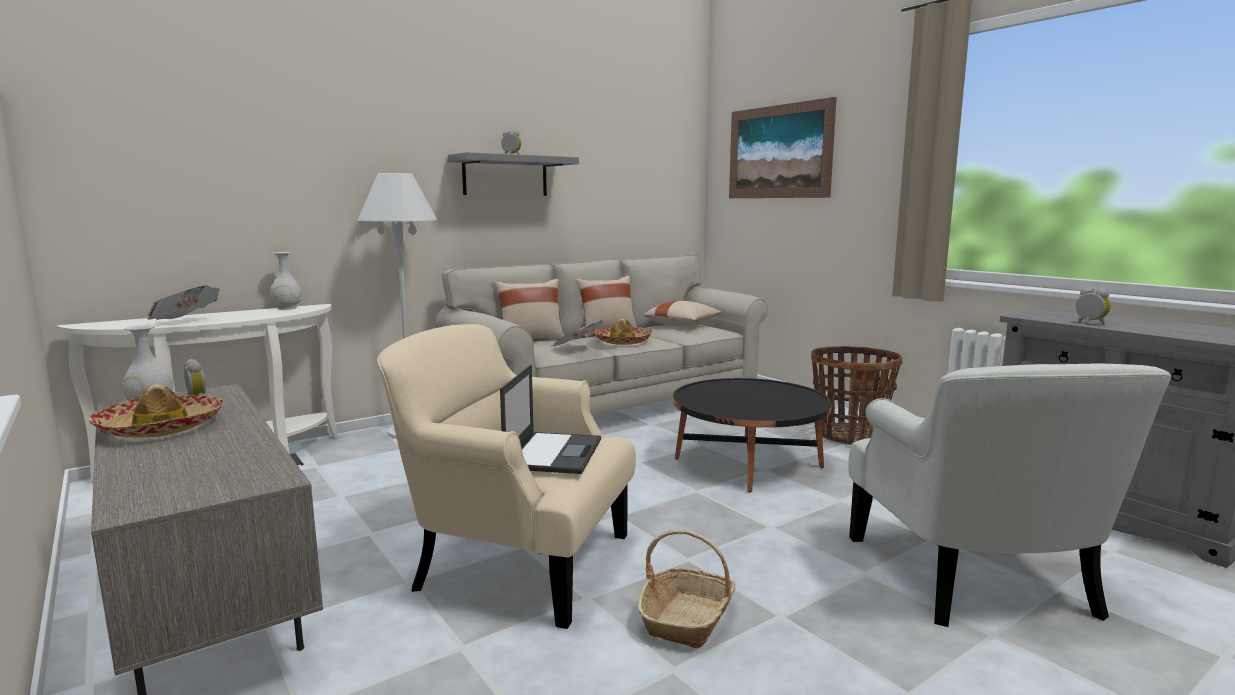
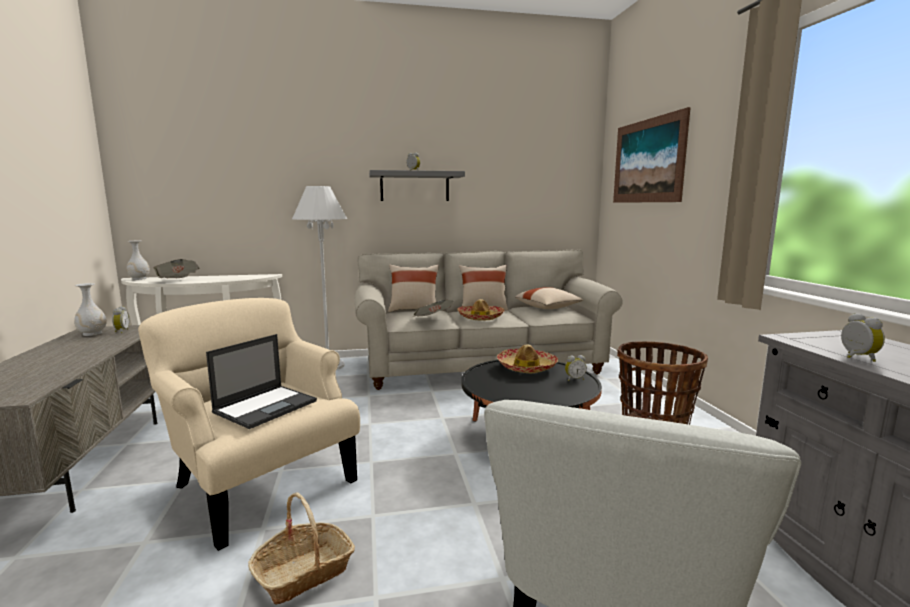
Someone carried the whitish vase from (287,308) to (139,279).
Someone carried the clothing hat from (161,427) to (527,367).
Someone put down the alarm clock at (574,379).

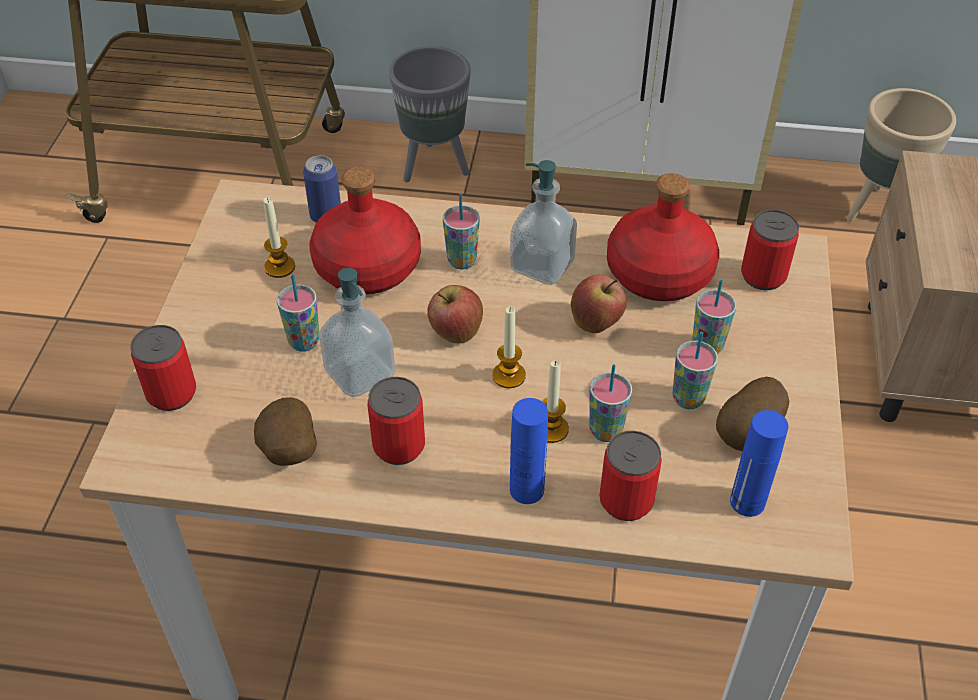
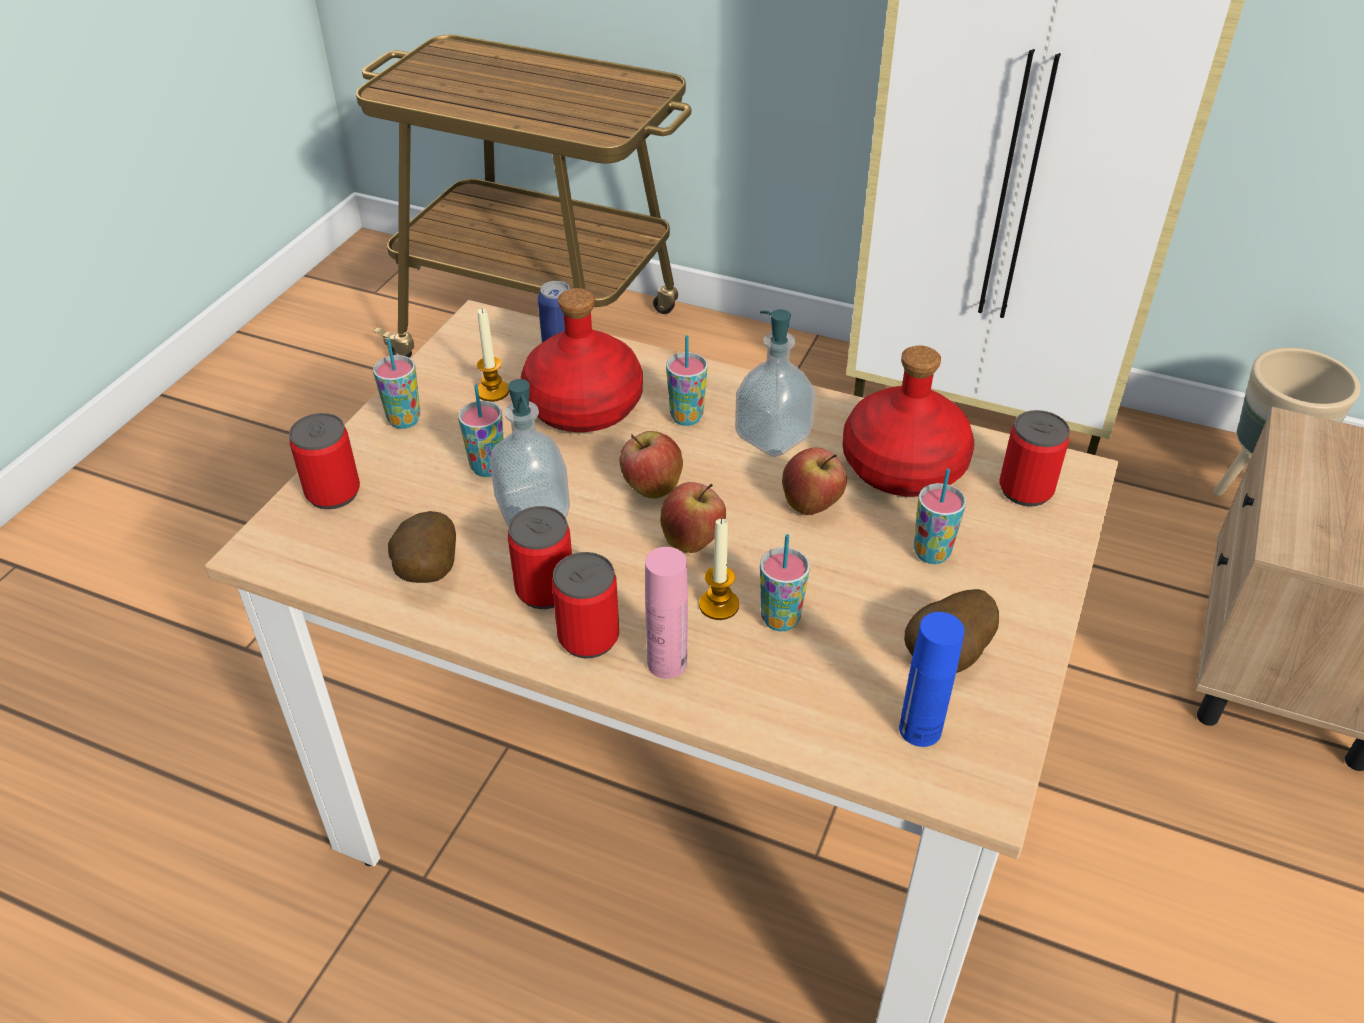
Someone carried the drinking cup from (688,399) to (404,420).
Someone carried the can from (626,501) to (588,637).
Someone repainted the bluish beverage bottle at (526,490), which became the pink beverage bottle at (667,663).
Someone swapped the candle at (509,376) for the whole apple at (693,541).
Someone took away the grey planter at (433,166).

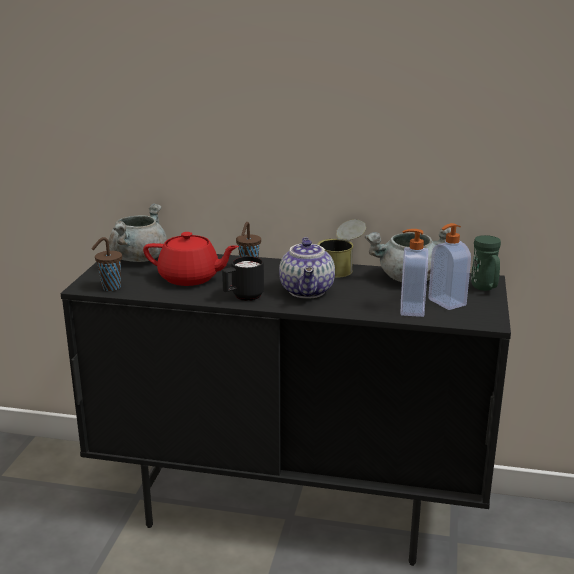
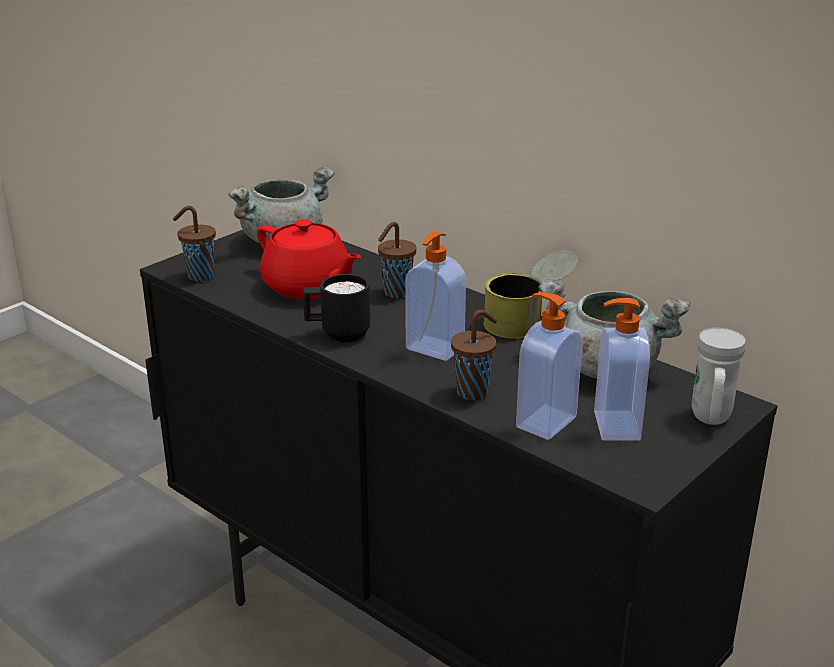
Someone swapped the tea pot at (308,291) for the liquid soap bottle at (434,349).
Someone put down the brownish drinking cup at (474,392).
Someone repainted the greenish tea mug at (485,288), which became the whitish tea mug at (710,420).

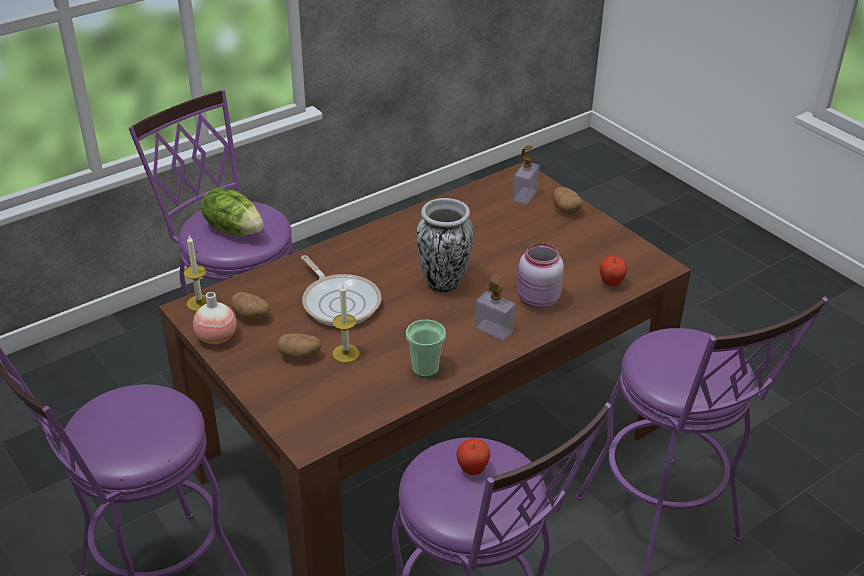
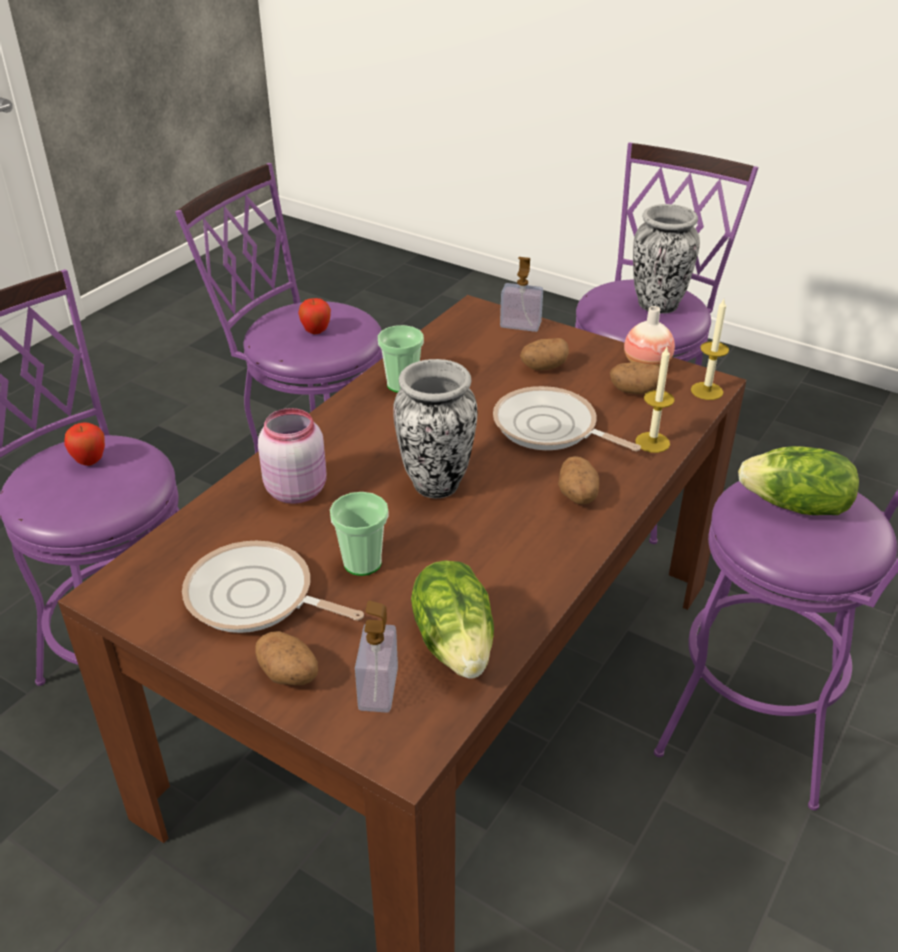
Someone carried the whole apple from (611,284) to (90,461).
Someone put down the pan at (256,598).
Someone put down the drinking cup at (362,563).
Someone put down the lettuce head at (456,642).
Someone carried the liquid soap bottle from (493,330) to (520,325).
Someone put down the potato at (577,496).
Someone put down the vase at (657,305).
Someone carried the candle from (346,353) to (652,442).

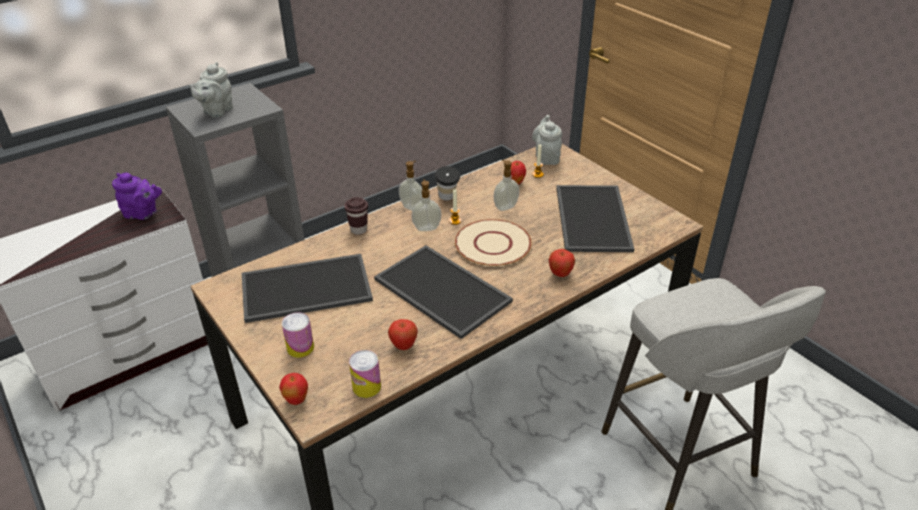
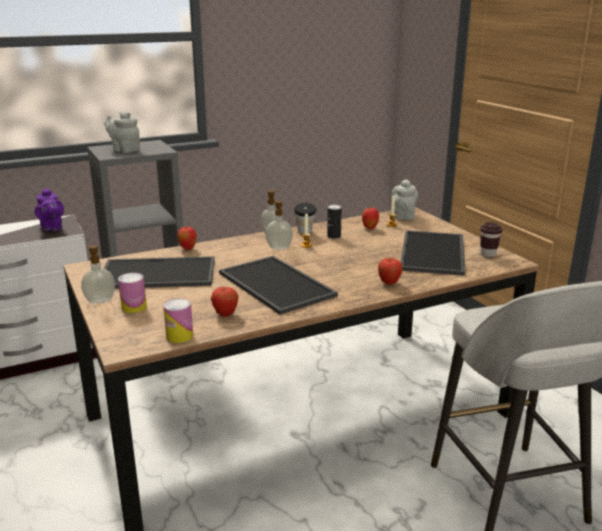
Someone rotated the purple-coloured tea pot at (143,214) by 45 degrees clockwise.
Someone carried the liquid soap bottle from (505,207) to (100,300).
Someone rotated the grey tea pot at (216,111) by 90 degrees clockwise.
Someone carried the whole apple from (296,400) to (188,249).
Someone put down the can at (334,236).
Someone carried the brownish drinking cup from (358,230) to (488,254).
Someone took away the beige-coloured plate at (492,244).

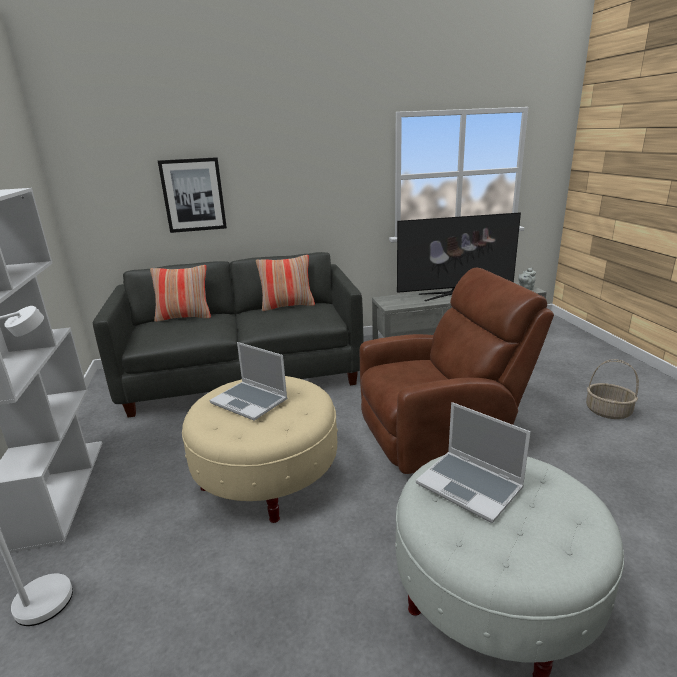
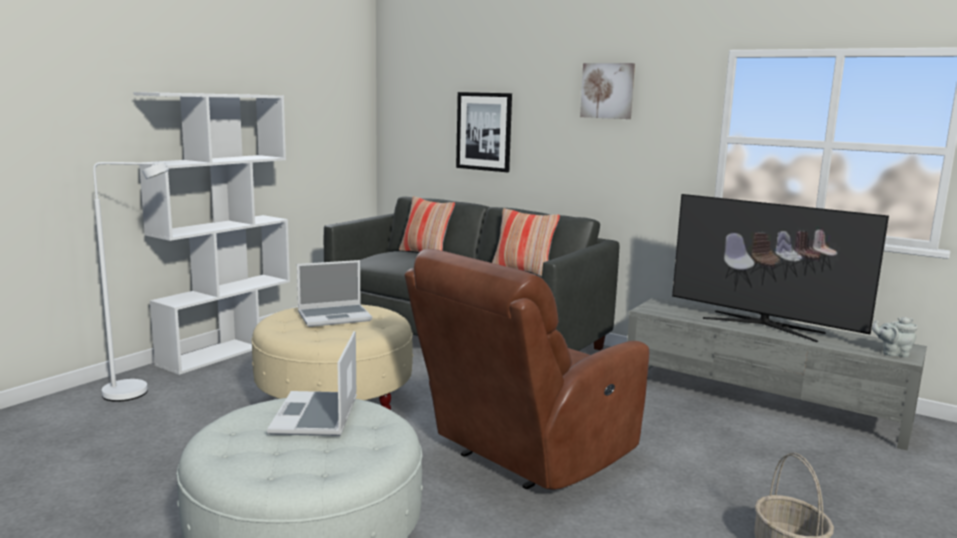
Someone rotated the notebook computer at (250,401) by 105 degrees counterclockwise.
Someone rotated the brownish easy chair at (440,434) by 105 degrees clockwise.
Someone put up the picture at (607,91).

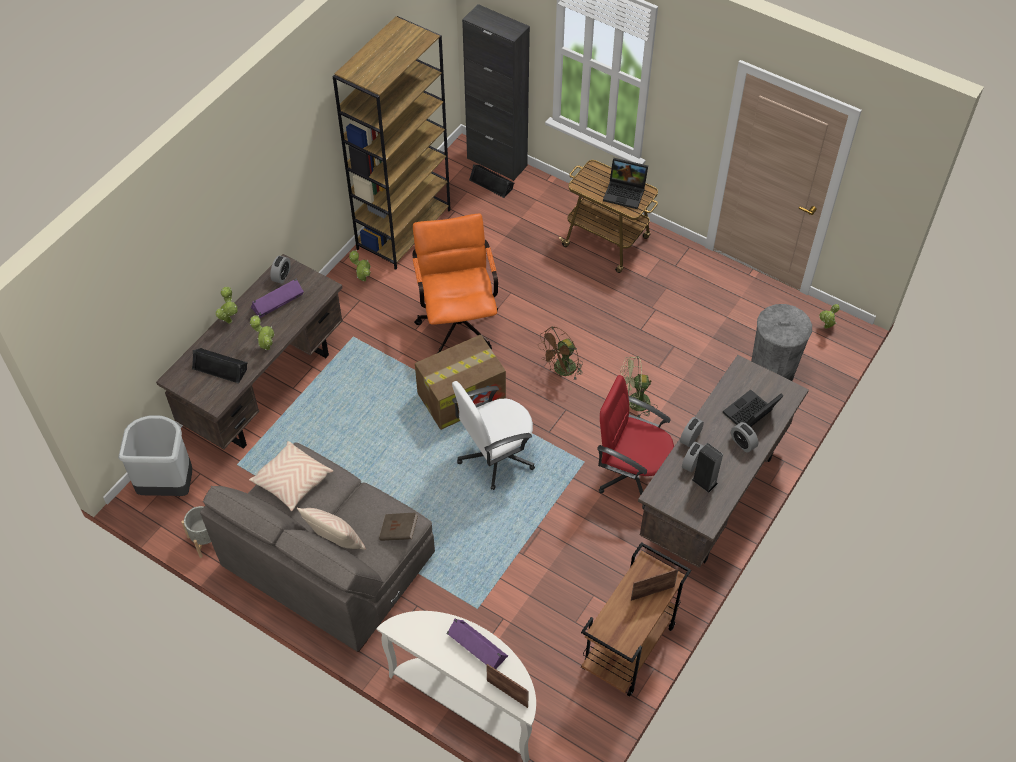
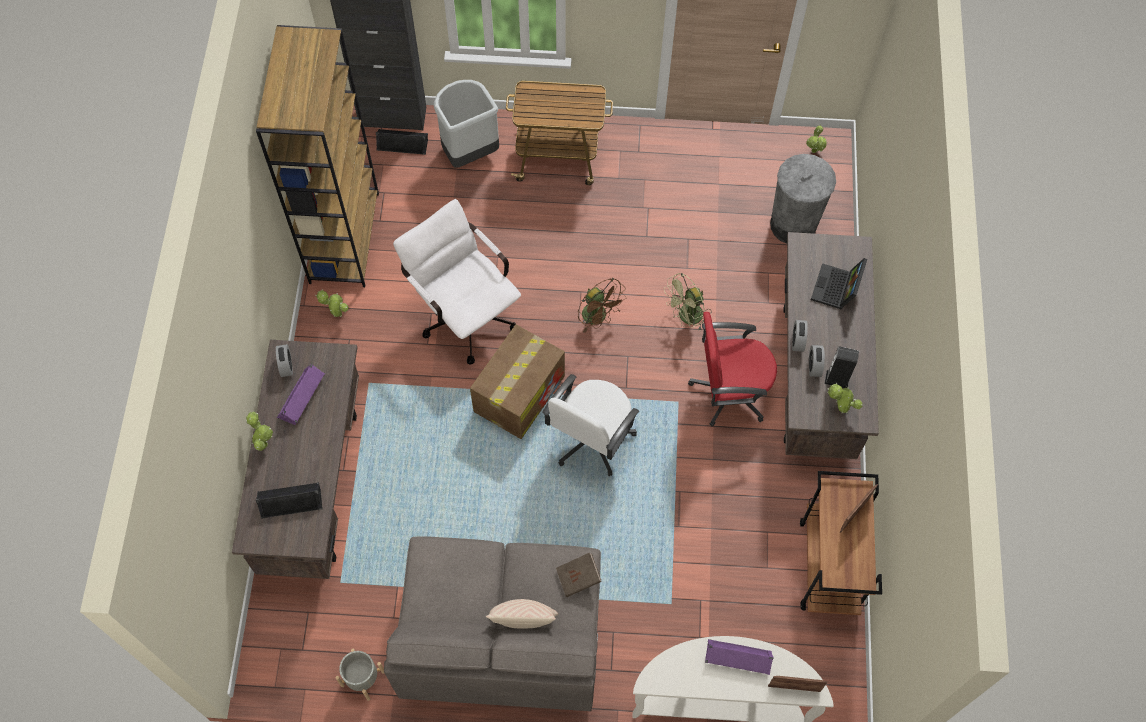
Someone repainted the orange office chair at (457,321), which became the whitish office chair at (464,313).
Someone carried the grey waste bin from (169,485) to (469,152).
Someone rotated the brownish cooling fan at (561,371) by 60 degrees counterclockwise.
Someone carried the houseplant from (266,347) to (840,408).
Someone took away the beige-coloured pillow at (292,481).
Someone took away the notebook computer at (625,193).
Someone took away the alarm clock at (742,443).

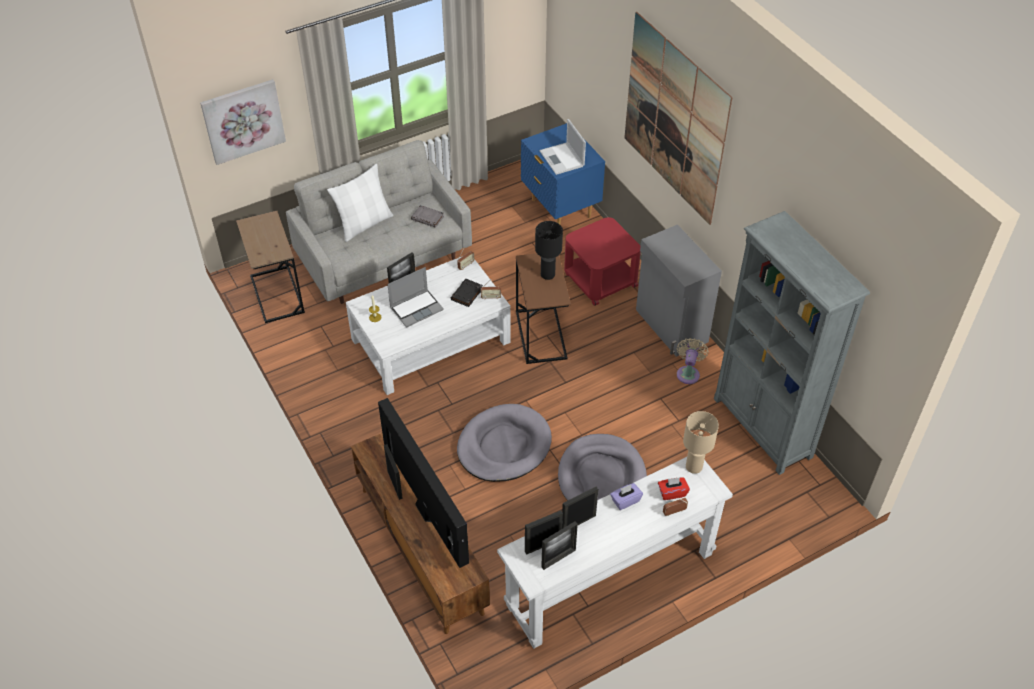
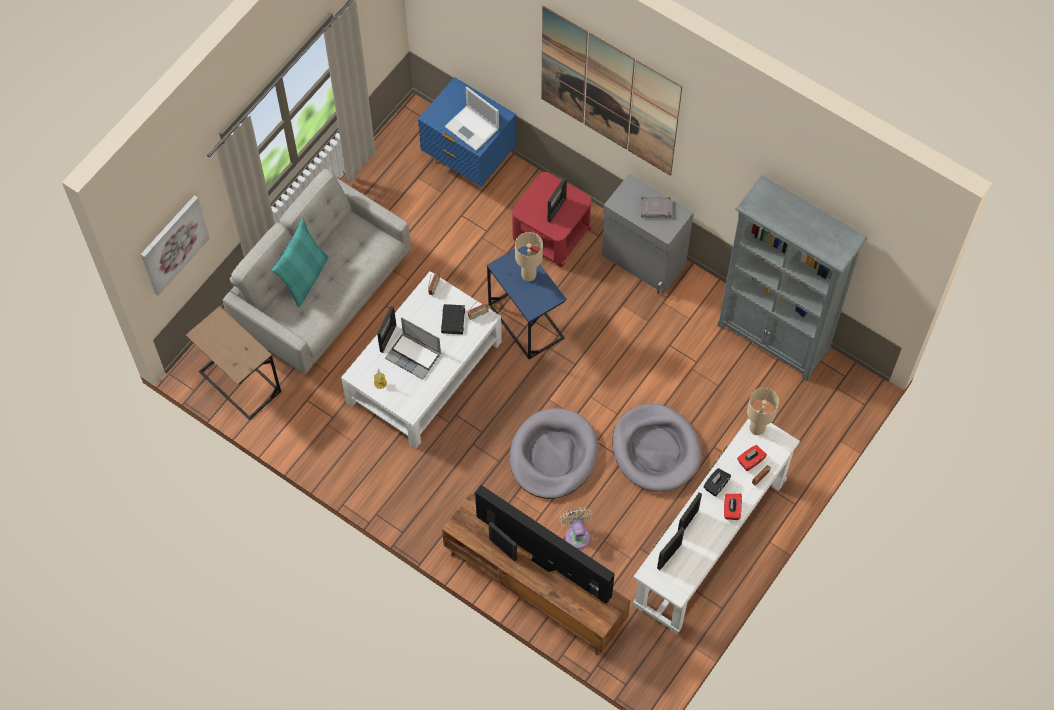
Someone repainted the whitish pillow at (364,224), which became the turquoise pillow at (304,278).
Someone rotated the notebook computer at (416,308) by 90 degrees clockwise.
Someone repainted the brownish end table at (540,335), which became the bluish end table at (525,321).
Someone repainted the blackish tabletop lamp at (547,274), which became the beige-coloured tabletop lamp at (528,274).
Someone carried the picture frame from (558,558) to (556,210).
Someone carried the beige-coloured cooling fan from (688,373) to (577,534).
Someone carried the grey bound book from (428,218) to (656,208).
Someone repainted the purple-coloured tissue holder at (625,501), which became the blackish tissue holder at (716,485).
Someone put down the red-coloured tissue holder at (731,510).

